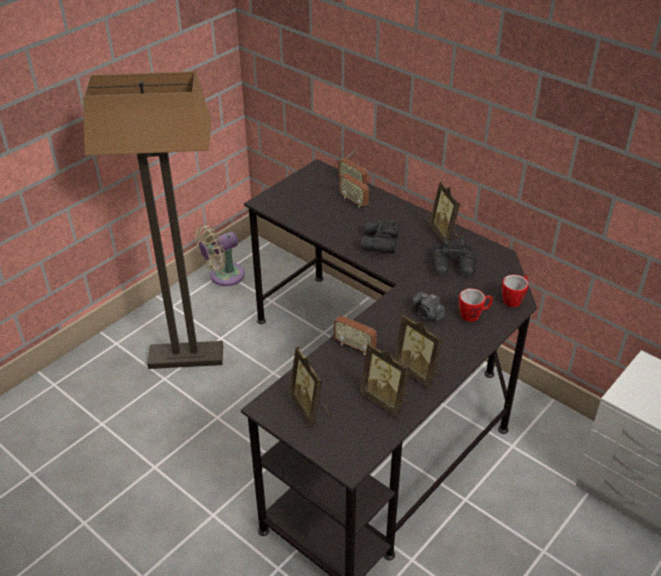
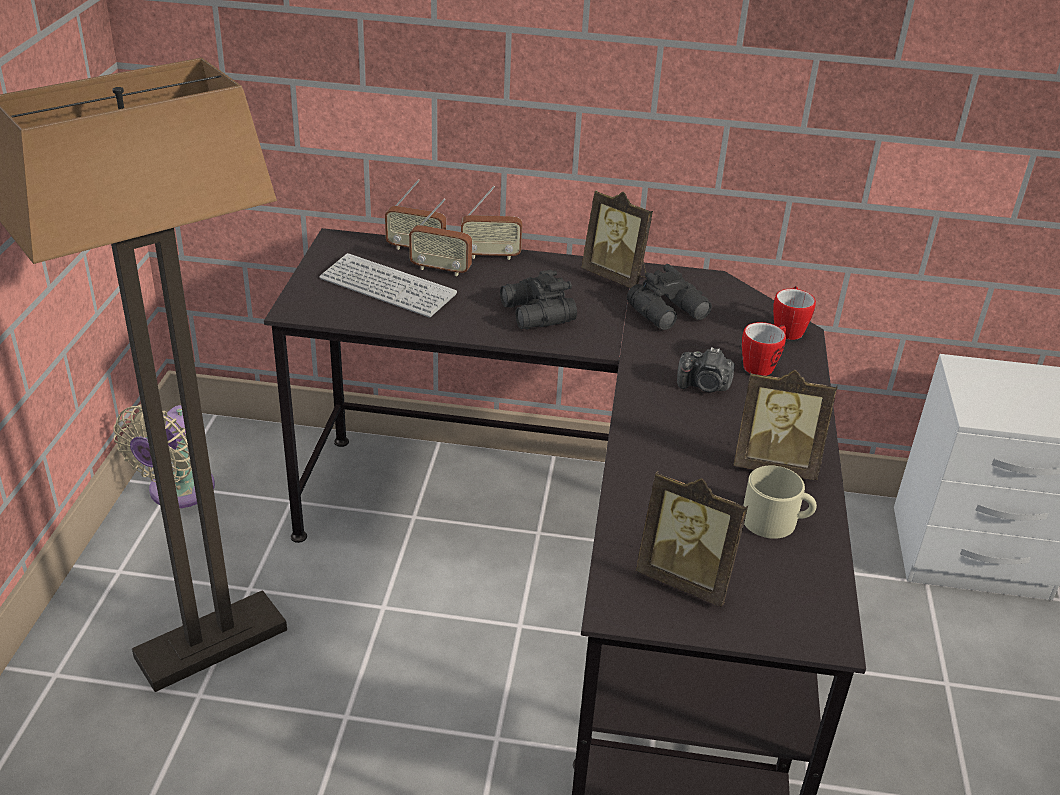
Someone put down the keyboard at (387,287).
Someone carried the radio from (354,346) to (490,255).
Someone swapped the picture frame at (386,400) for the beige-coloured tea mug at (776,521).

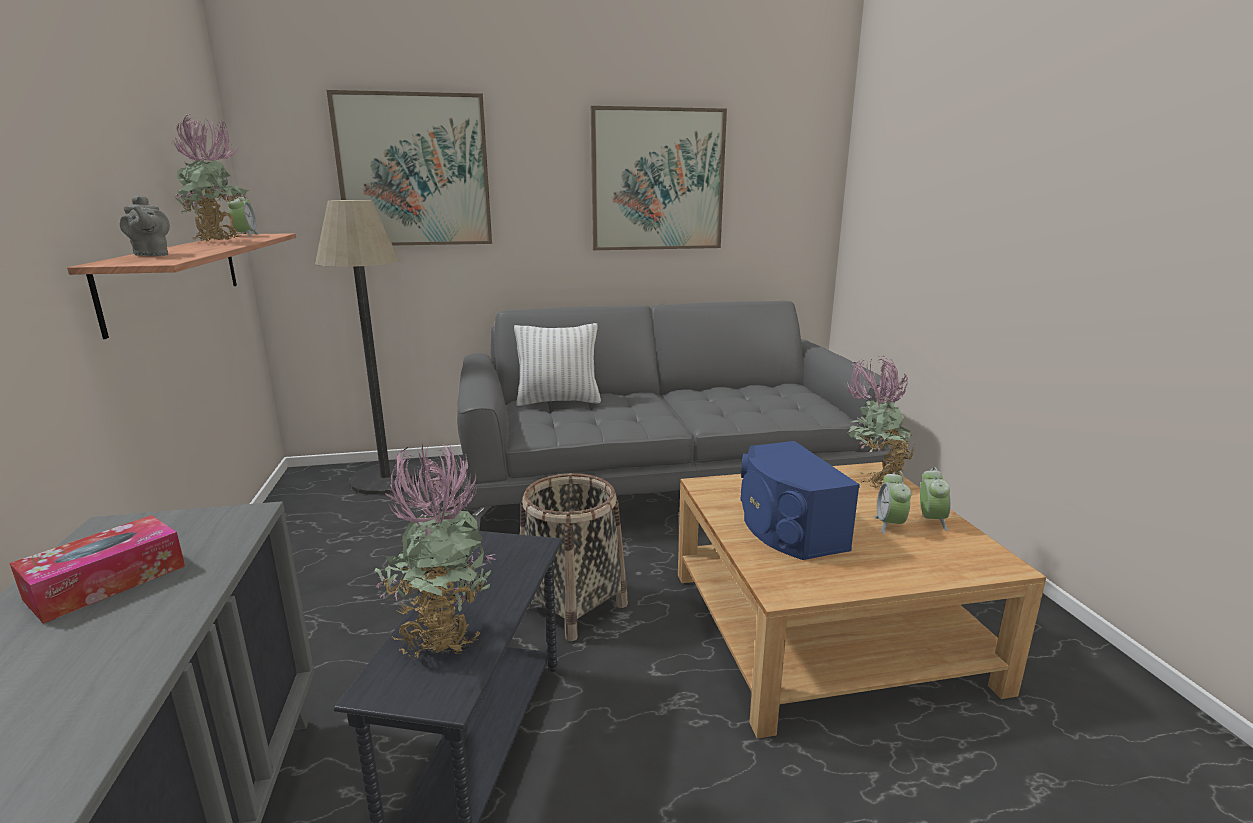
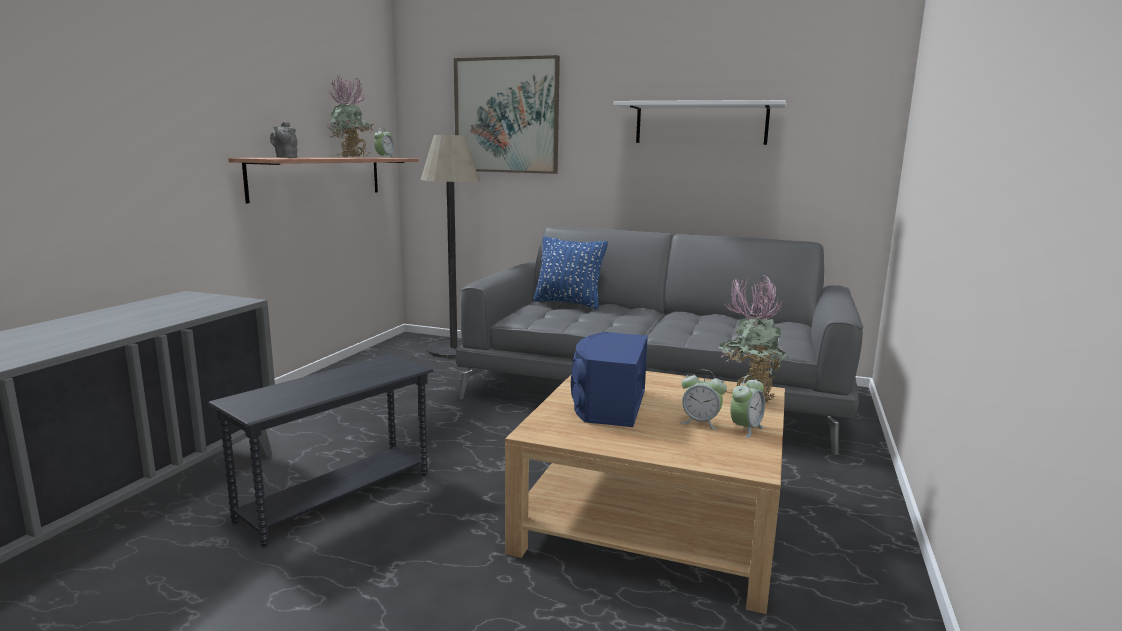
Someone repainted the whitish pillow at (558,401), which became the bluish pillow at (568,303).
Someone swapped the picture at (657,180) for the whitish wall shelf at (701,124).
Someone rotated the alarm clock at (890,525) by 105 degrees counterclockwise.
Someone took away the tissue holder at (107,582).
Someone took away the houseplant at (442,635).
Someone took away the storage basket at (573,606).

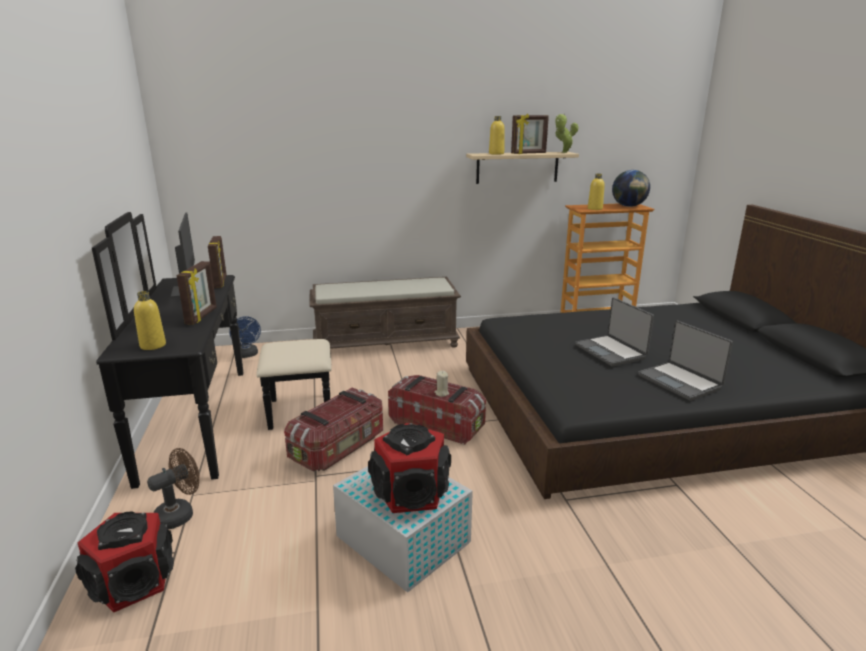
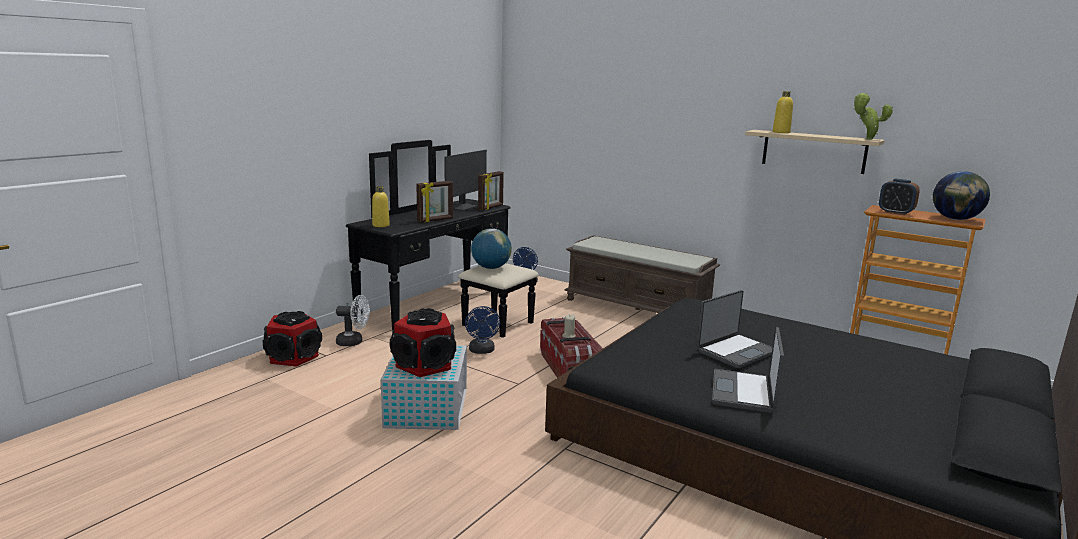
Someone repainted the brownish cooling fan at (180,514), which became the whitish cooling fan at (354,342).
Someone swapped the storage box at (339,447) for the bluish cooling fan at (482,351).
Someone put down the globe at (491,268).
Someone rotated the notebook computer at (611,351) by 150 degrees counterclockwise.
Someone swapped the yellow beverage bottle at (595,209) for the alarm clock at (895,213).
Someone took away the picture frame at (528,153).

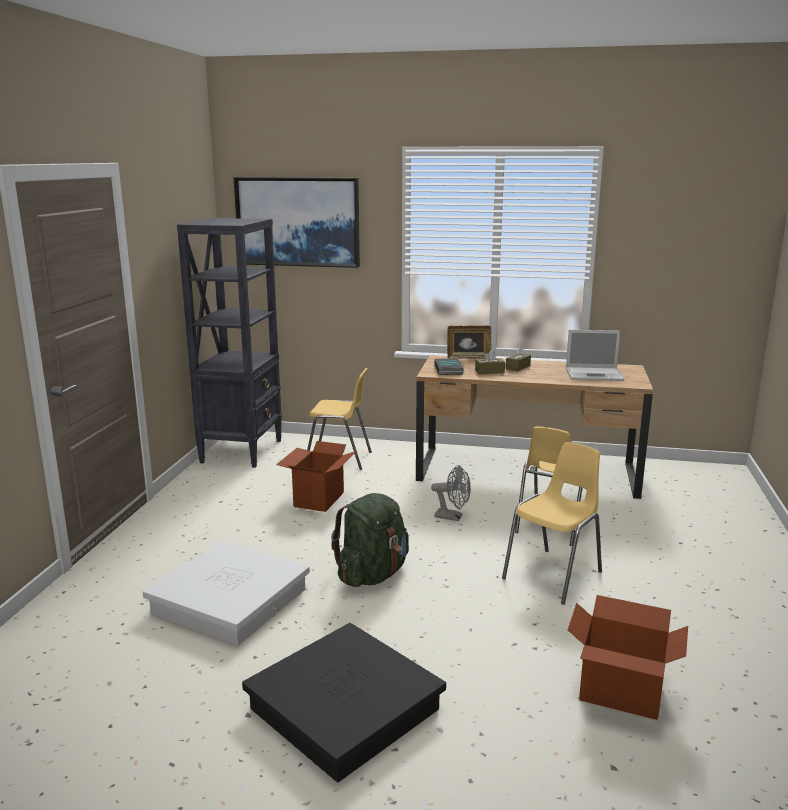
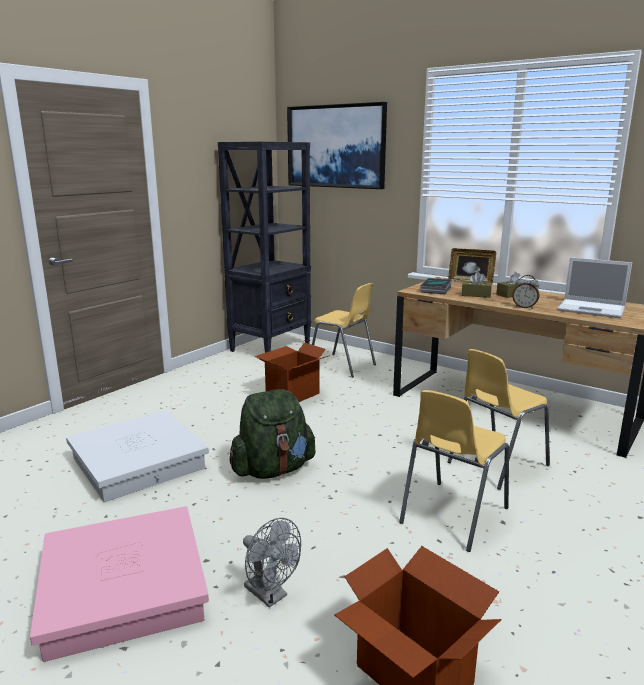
Someone repainted the blackish storage box at (344,708), which became the pink storage box at (124,588).
Someone carried the grey cooling fan from (453,517) to (270,595).
Someone rotated the yellow upright chair at (554,575) by 150 degrees clockwise.
Someone put down the alarm clock at (524,307).

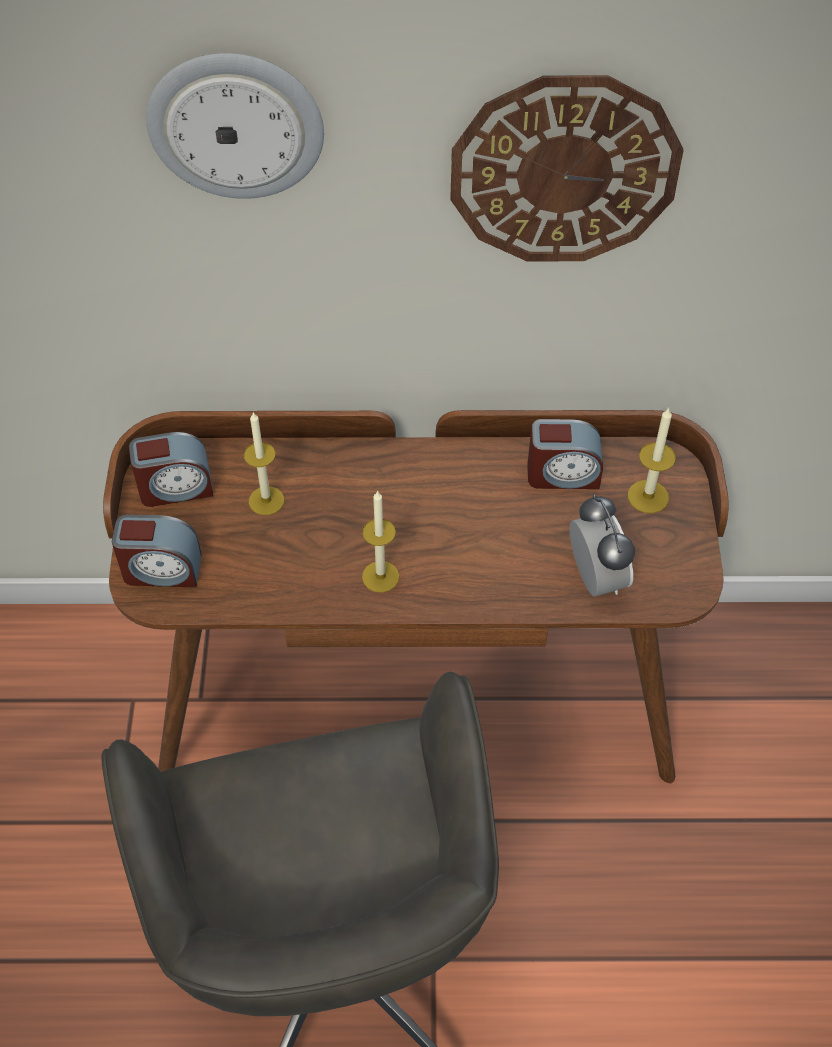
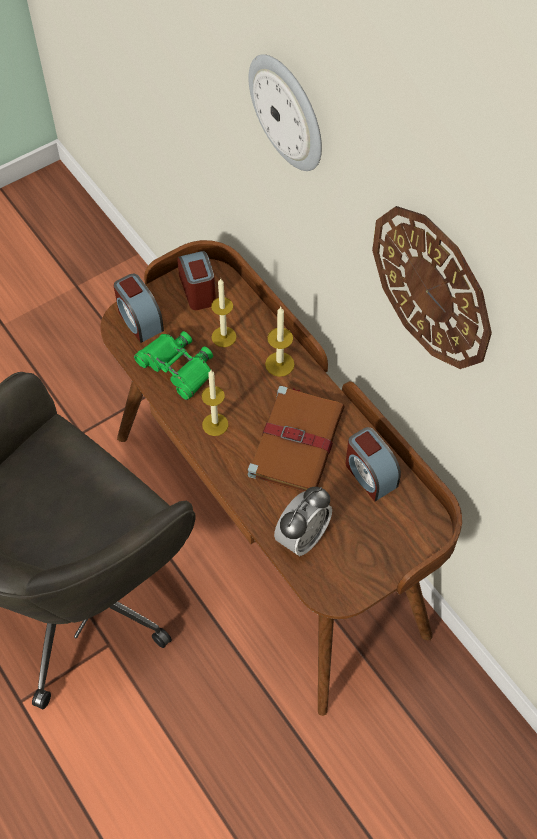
Someone put down the greenish field glasses at (177,367).
Someone rotated the alarm clock at (175,487) by 150 degrees counterclockwise.
Someone put down the brownish bound book at (296,440).
Someone carried the candle from (648,496) to (279,364).

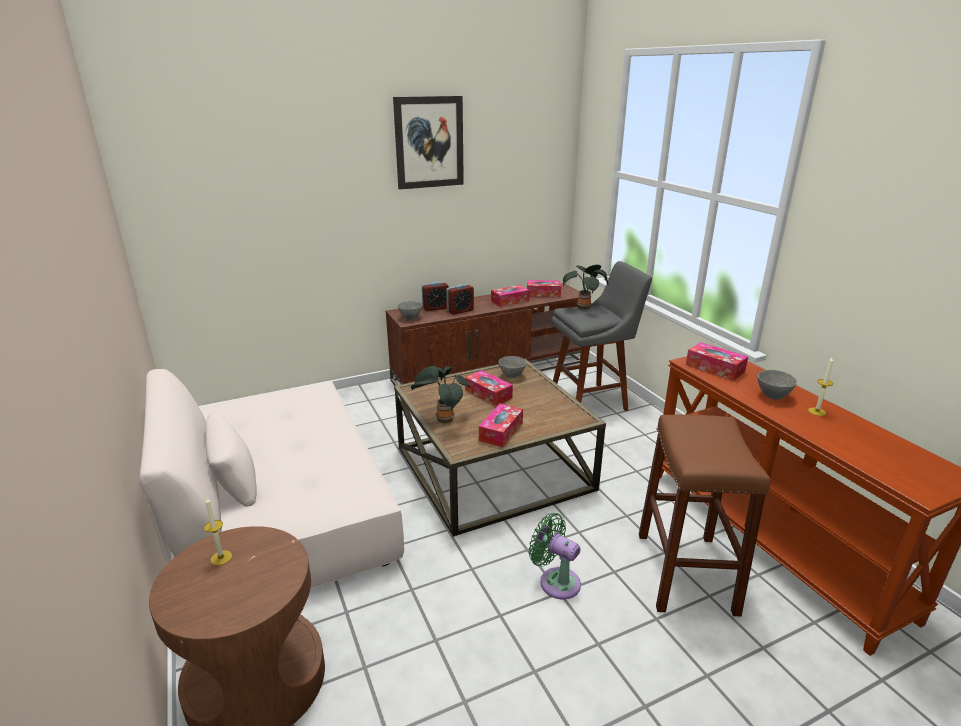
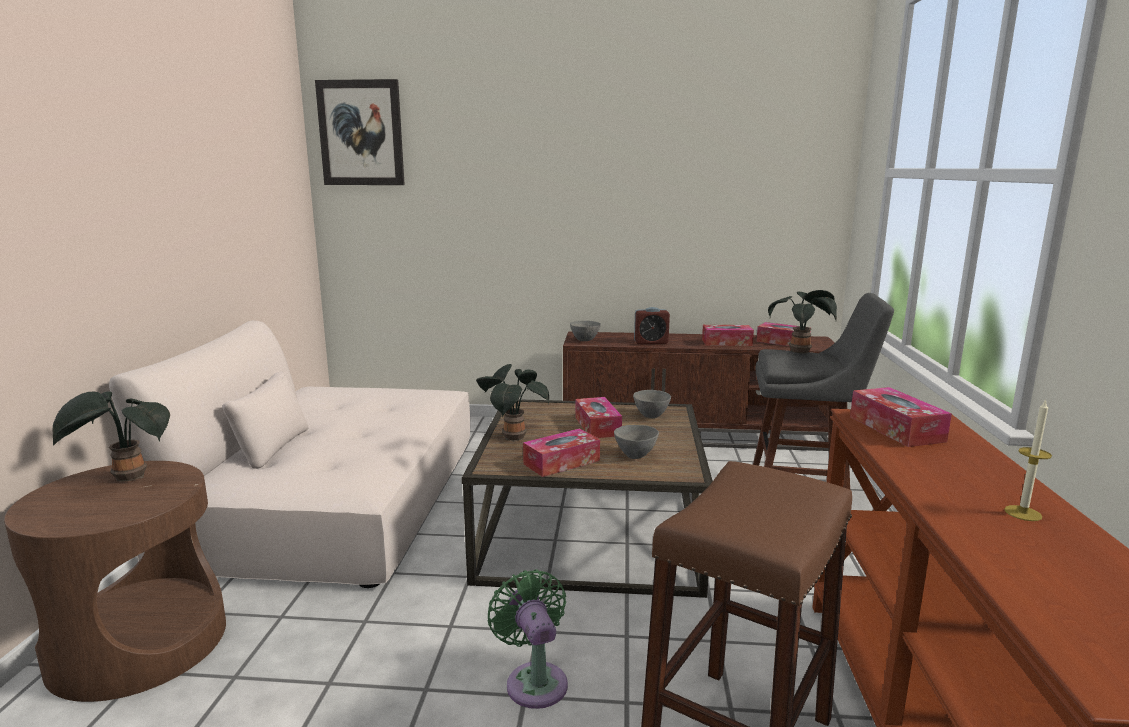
Someone swapped the candle at (221,558) for the houseplant at (126,478).
Someone carried the picture from (429,142) to (361,133).
Someone carried the grey serving bowl from (772,396) to (635,455).
Someone took away the alarm clock at (435,308).

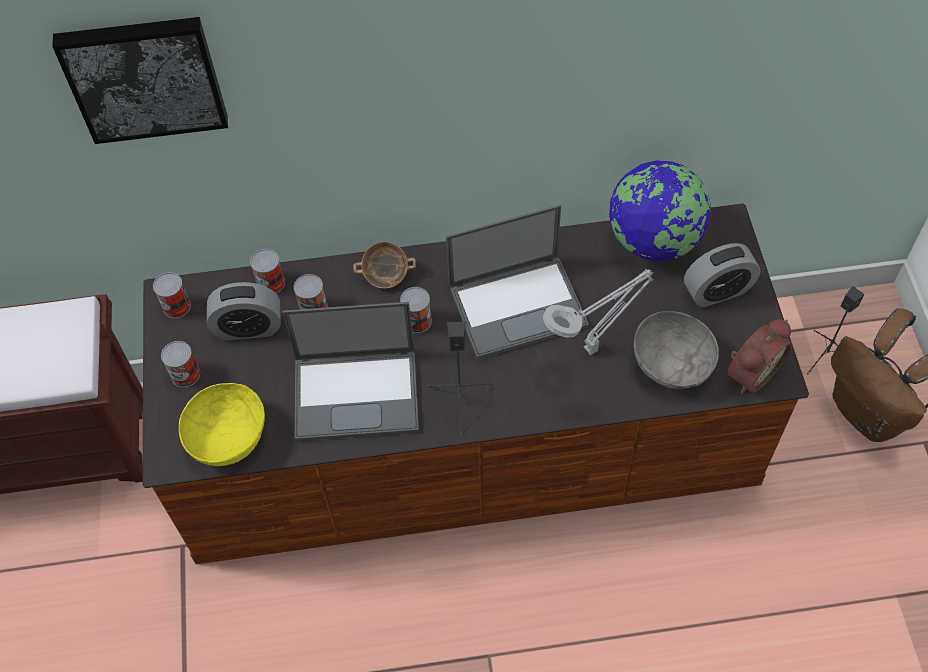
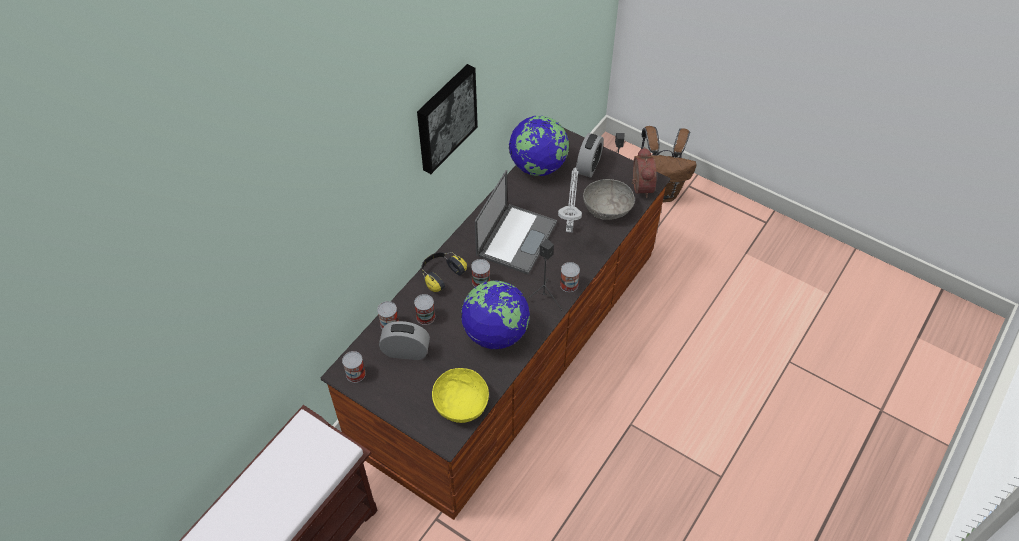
Someone rotated the alarm clock at (248,328) by 120 degrees counterclockwise.
Someone carried the picture from (144,77) to (444,117).
Someone swapped the serving bowl at (386,276) for the pair of headphones at (441,275).
Someone swapped the notebook computer at (358,393) for the globe at (495,333).
Someone carried the can from (185,374) to (569,284).

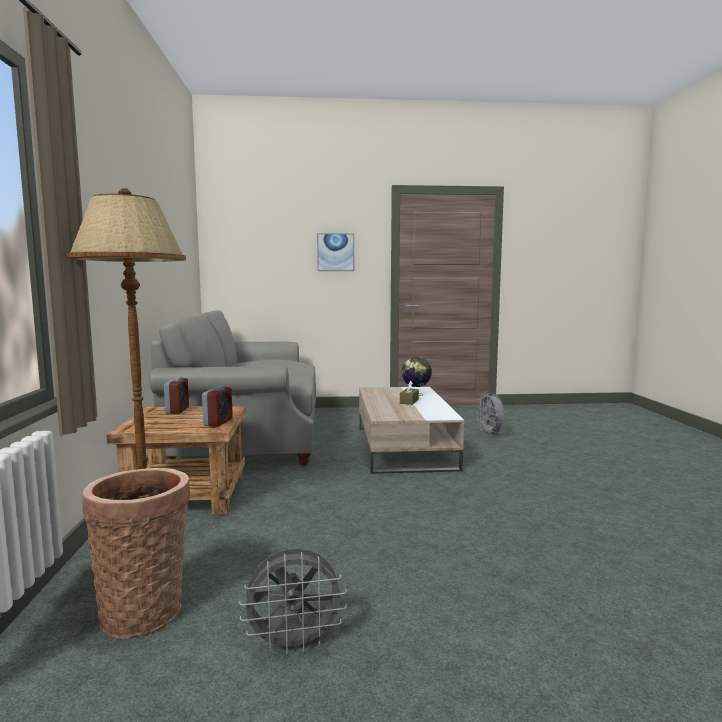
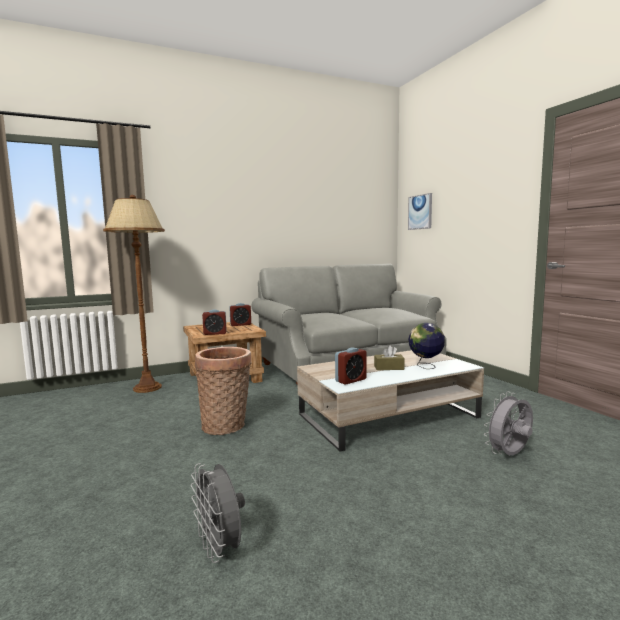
Someone carried the grey cooling fan from (294,644) to (220,549).
Someone carried the storage basket from (145,610) to (226,426).
Someone put down the alarm clock at (351,380).
Someone carried the picture from (335,252) to (420,212).

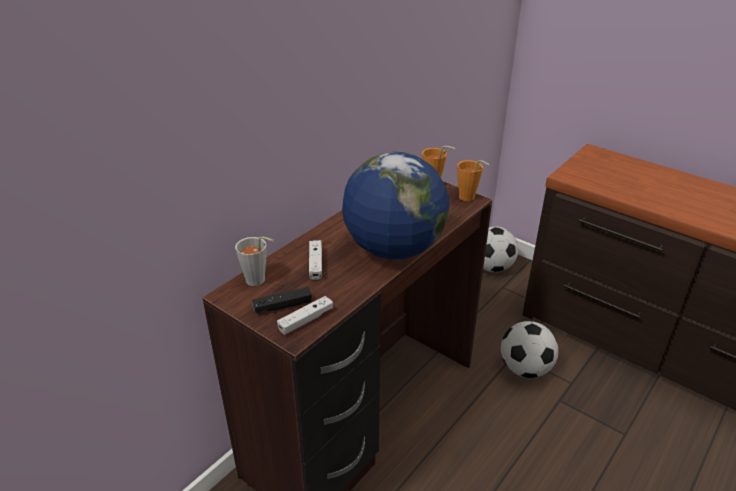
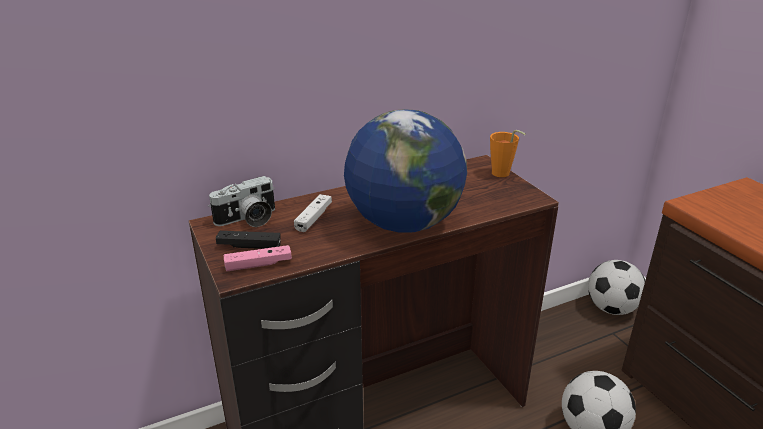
Someone swapped the grey drinking cup at (259,281) for the still camera at (248,219).
Someone repainted the whitish game controller at (306,320), which became the pink game controller at (258,264).
Someone took away the orange drinking cup at (469,199).

